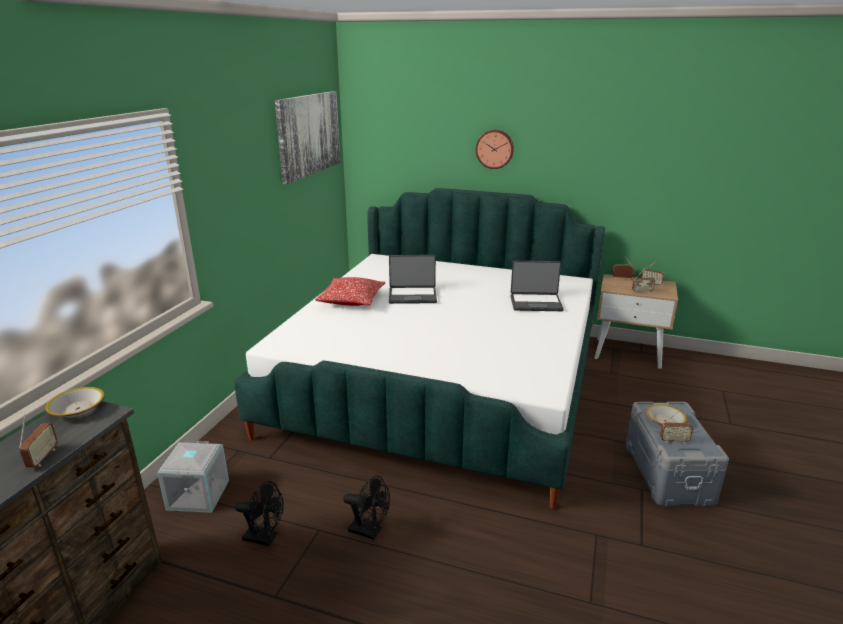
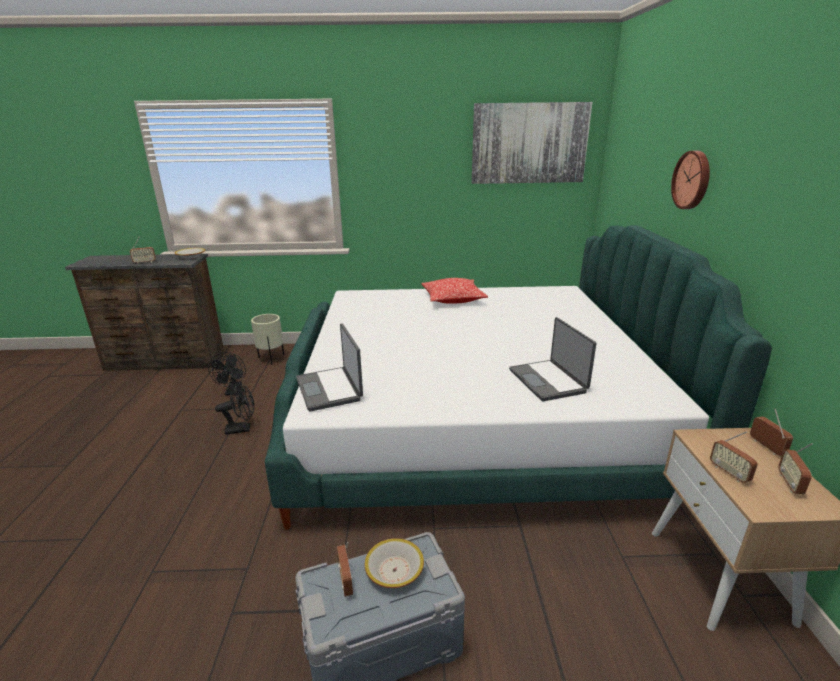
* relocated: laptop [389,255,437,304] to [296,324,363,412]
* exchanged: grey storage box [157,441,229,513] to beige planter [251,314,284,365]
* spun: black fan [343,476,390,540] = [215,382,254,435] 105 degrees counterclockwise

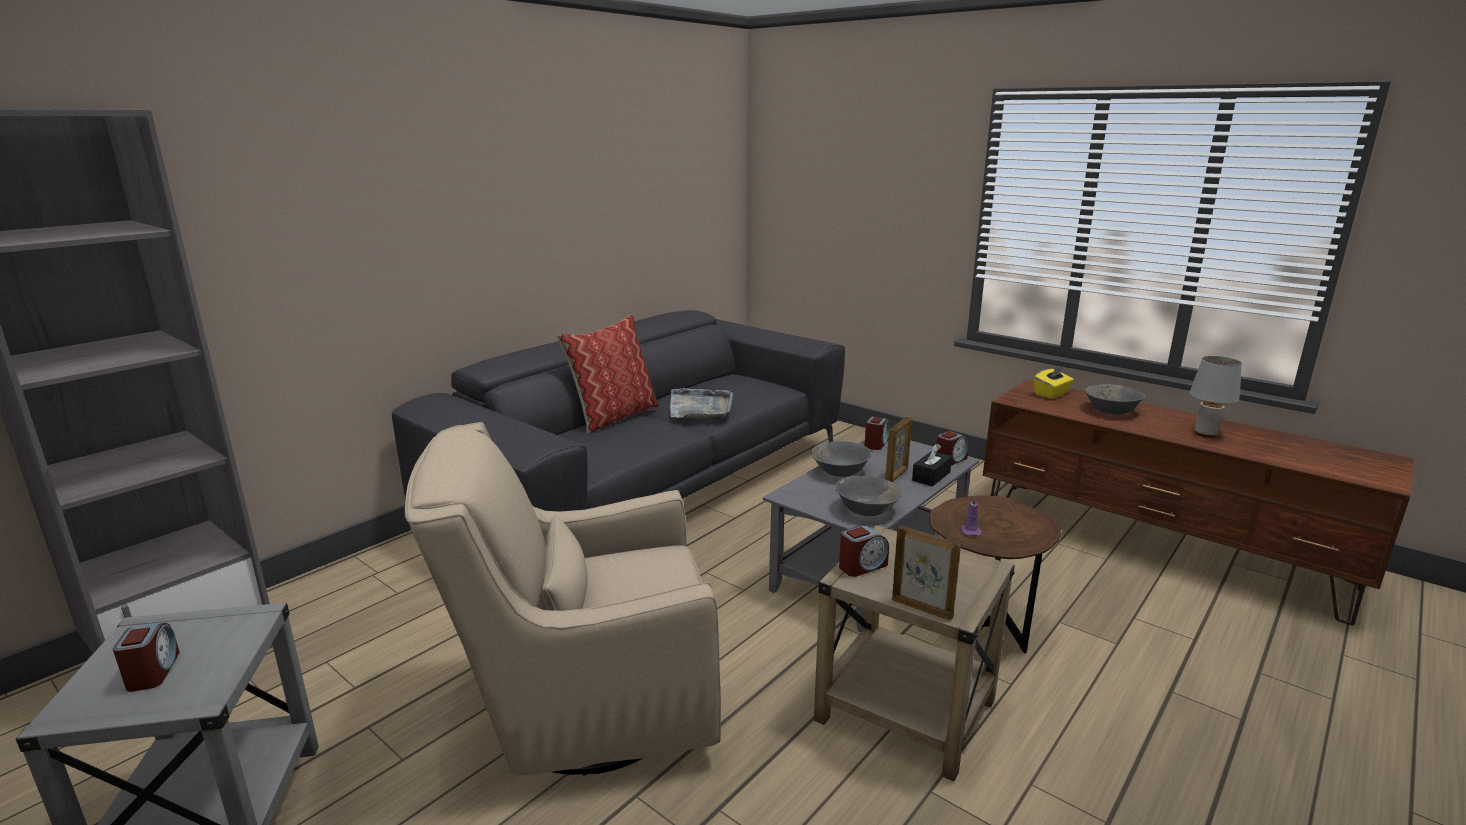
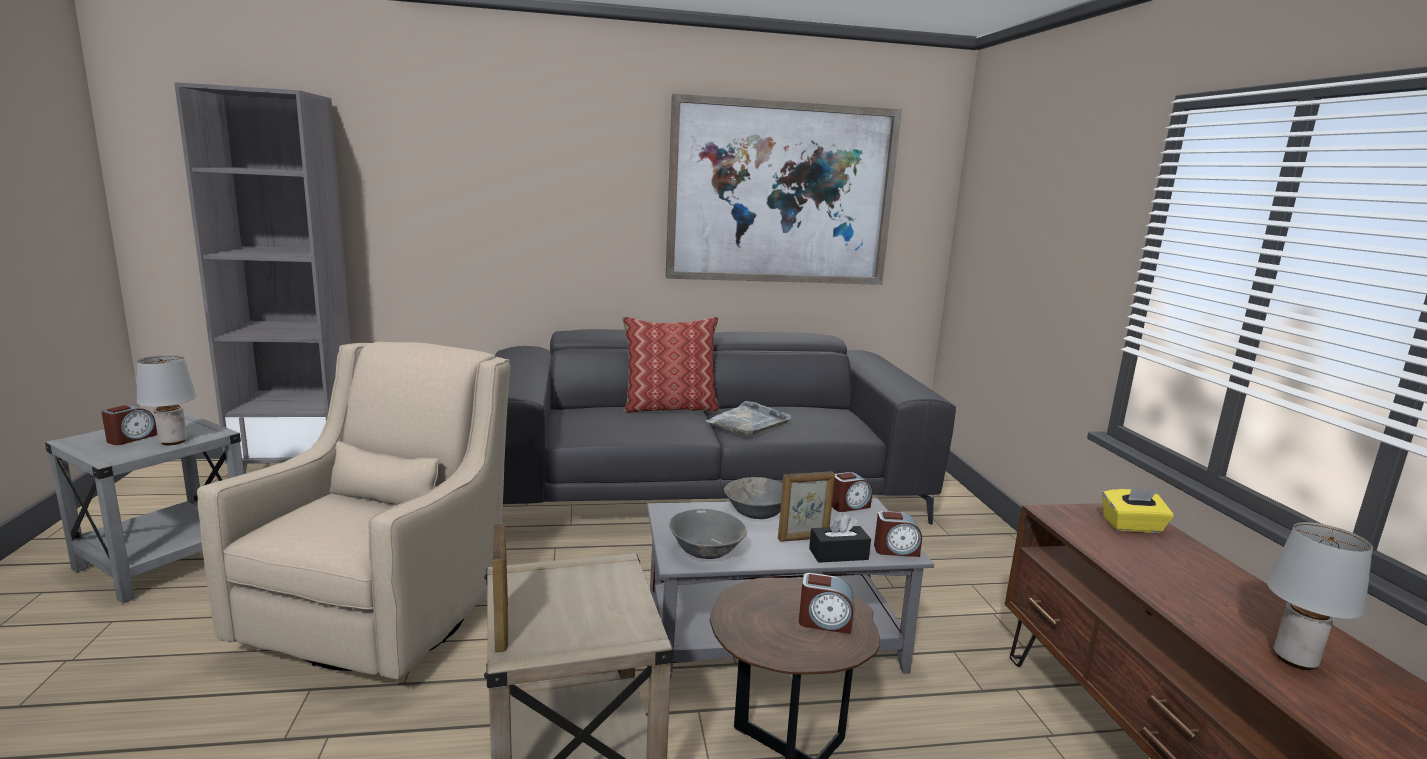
* missing: purple candle [960,496,982,536]
* missing: grey bowl [1085,384,1145,414]
* appeared: grey table lamp [137,355,196,445]
* appeared: picture [666,94,902,285]
* relocated: alarm clock [839,525,889,577] to [799,573,853,634]
* spun: beige armchair [405,422,721,775] = [197,342,510,680] 75 degrees clockwise

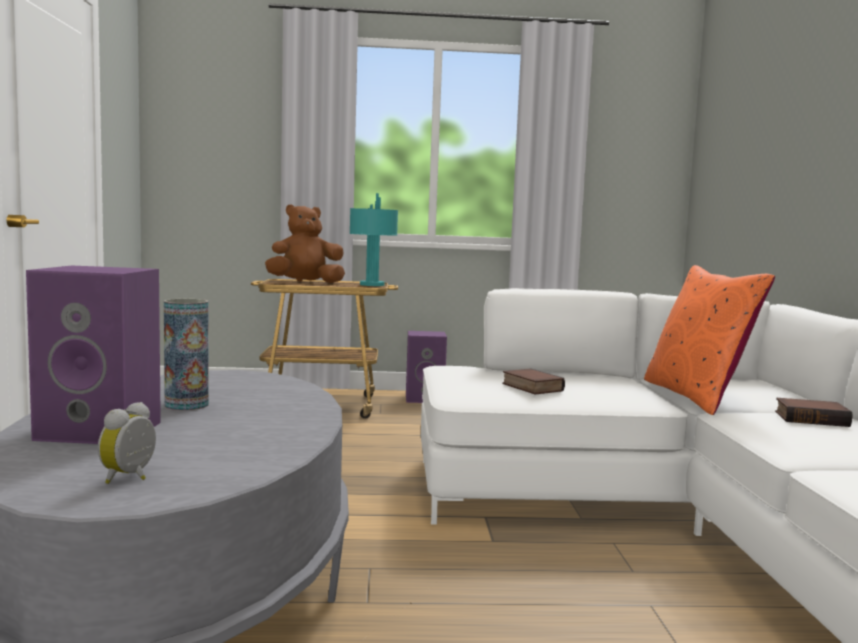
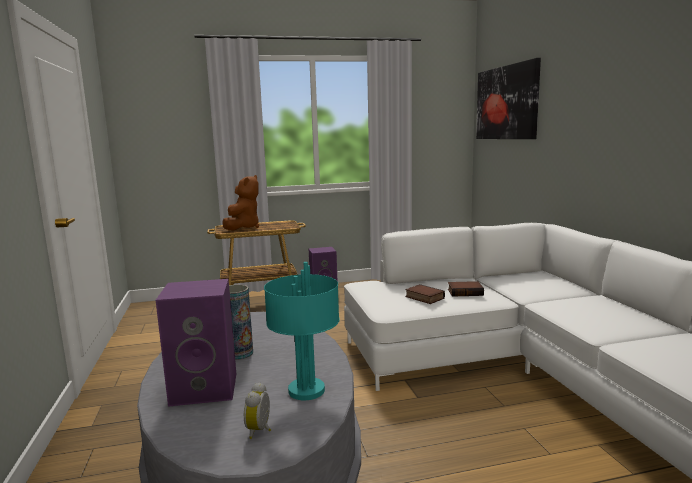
* missing: orange pillow [644,265,775,415]
* appeared: picture [476,58,541,139]
* relocated: turquoise table lamp [349,193,398,286] to [264,262,339,400]
* relocated: book [775,398,852,427] to [448,281,484,297]
* spun: brown plush toy [265,204,345,283] = [222,175,259,231] 135 degrees clockwise

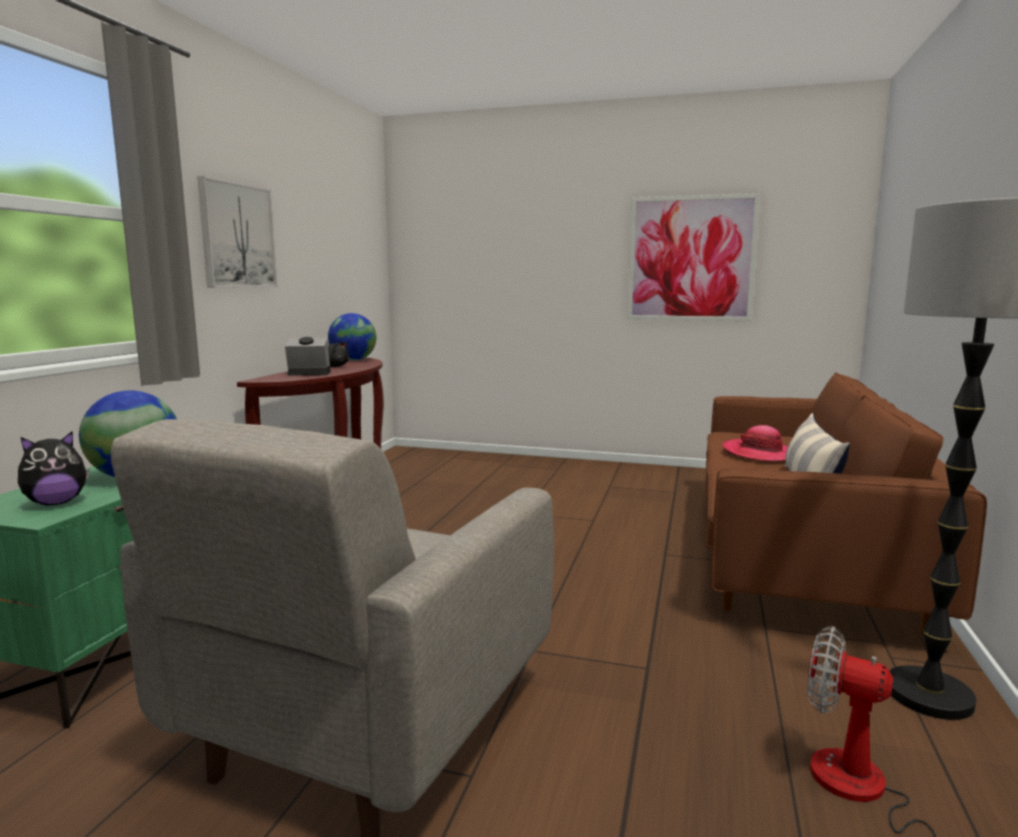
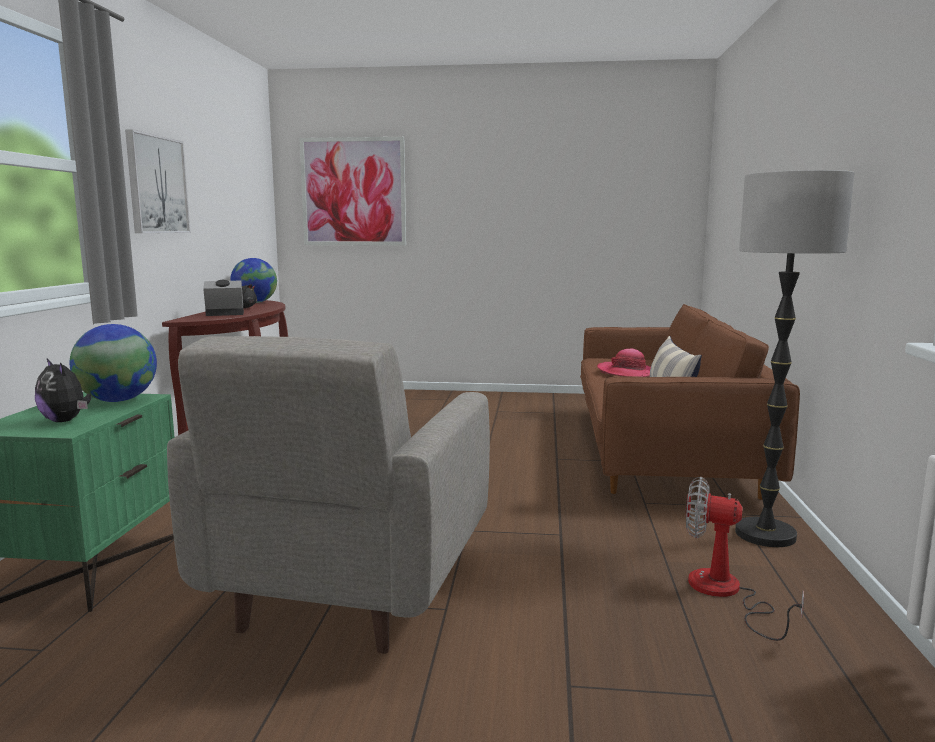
* relocated: picture [627,193,760,321] to [300,137,406,246]
* spun: plush toy [18,431,89,505] = [35,359,91,422] 90 degrees clockwise

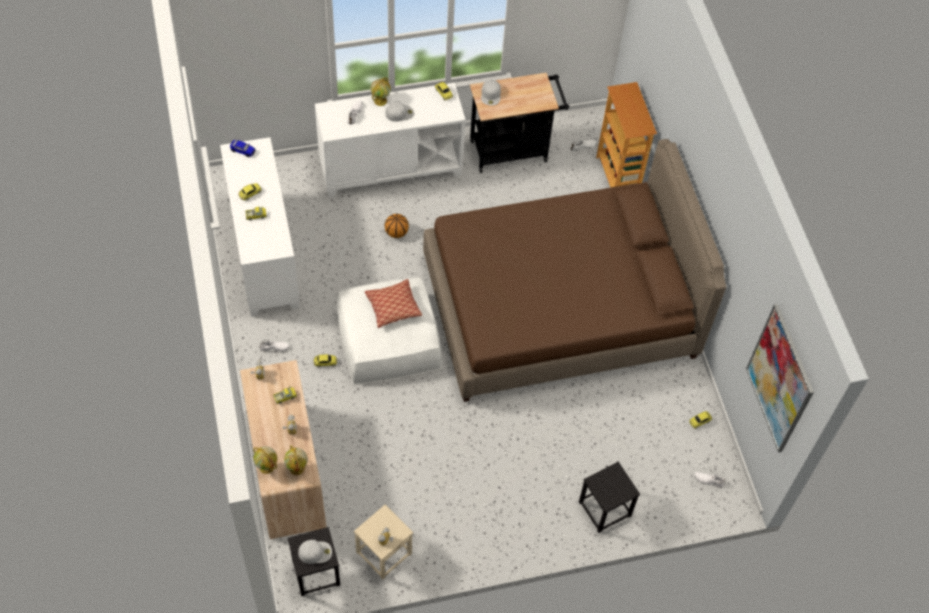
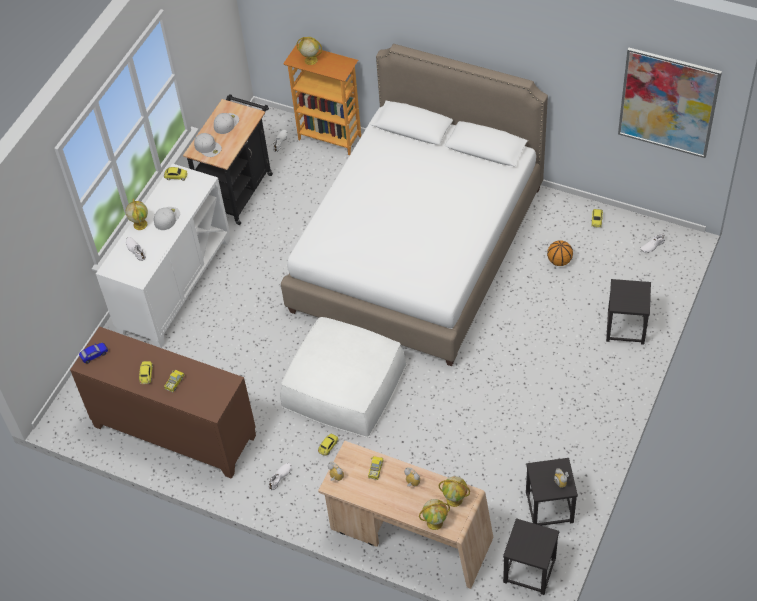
* missing: pillow [365,279,422,328]
* appeared: globe [297,37,322,65]
* relocated: white cap [298,540,332,564] to [214,113,239,134]
* relocated: basketball [384,214,409,238] to [547,240,573,266]
* colour: white cabinet [220,137,300,317] to brown cabinet [70,326,256,479]
* colour: beige stool [354,505,413,580] to black stool [526,458,578,526]
* colour: brown bed [423,139,726,402] to white bed [281,44,548,366]

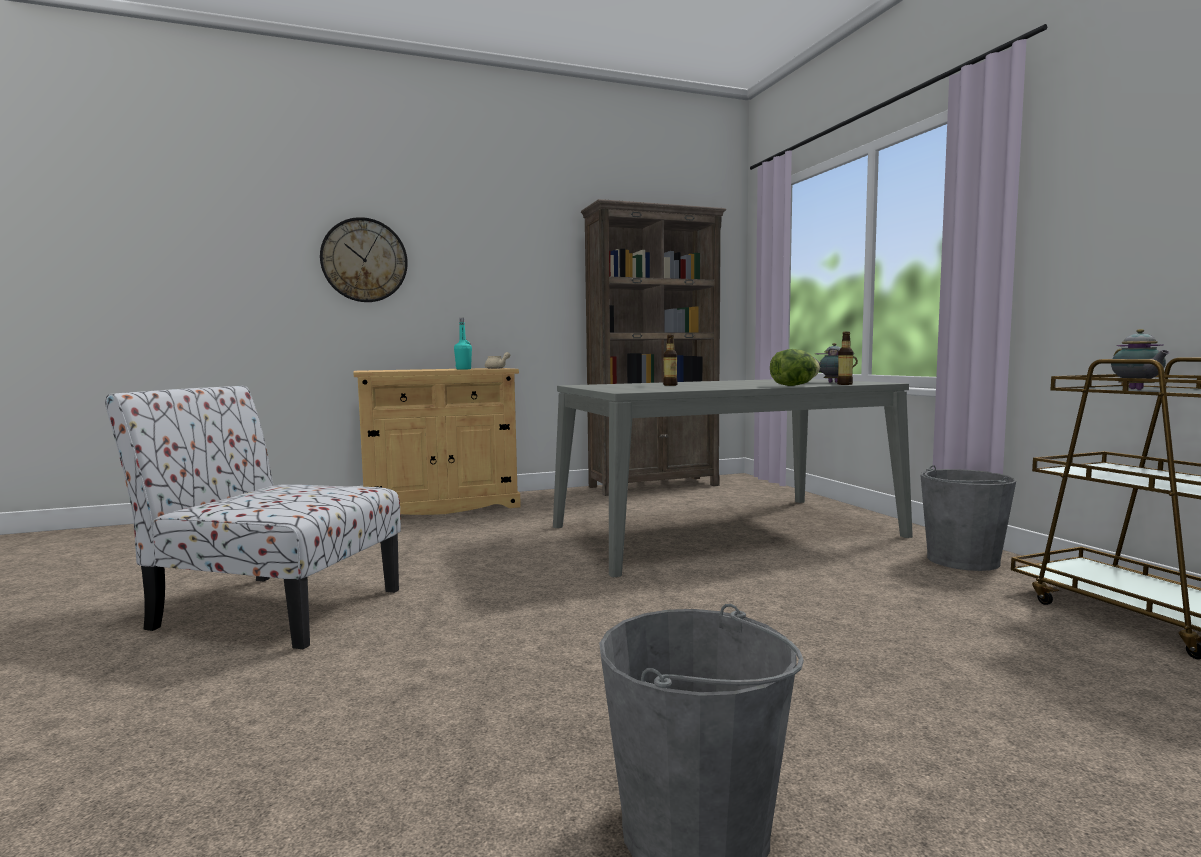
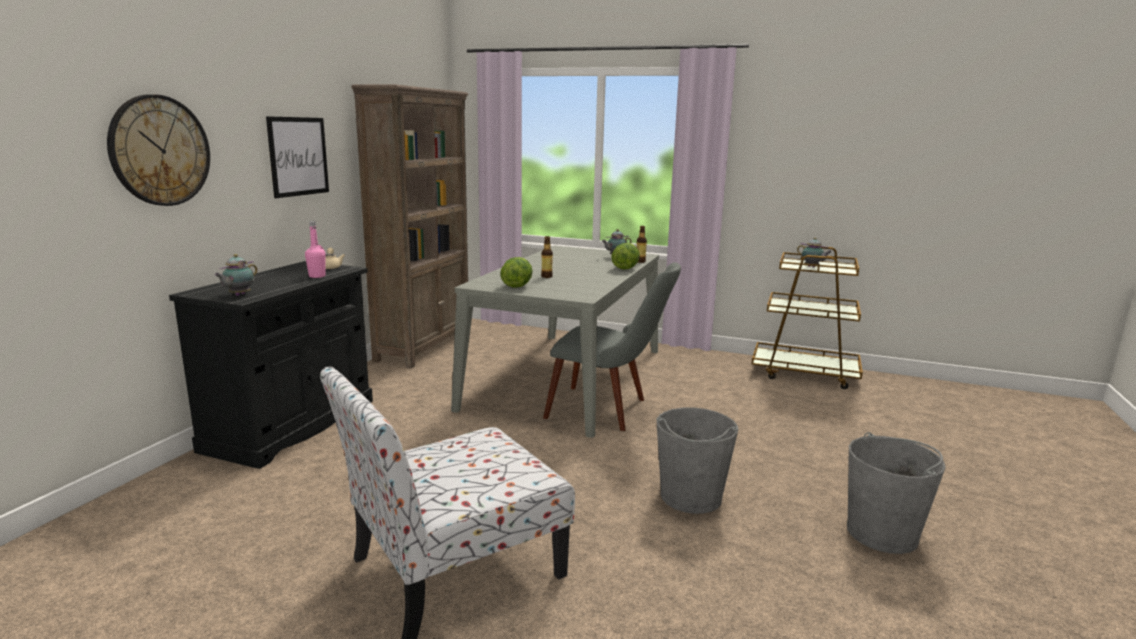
* appeared: teapot [214,254,257,296]
* appeared: picture [266,116,329,198]
* appeared: lettuce [500,257,533,288]
* appeared: grey chair [543,262,681,431]
* relocated: grey bucket [920,465,1016,571] to [656,407,738,514]
* colour: beige cabinet [353,368,521,515] to black cabinet [169,261,373,469]
* colour: turquoise bottle [454,318,472,370] to pink bottle [305,221,326,278]

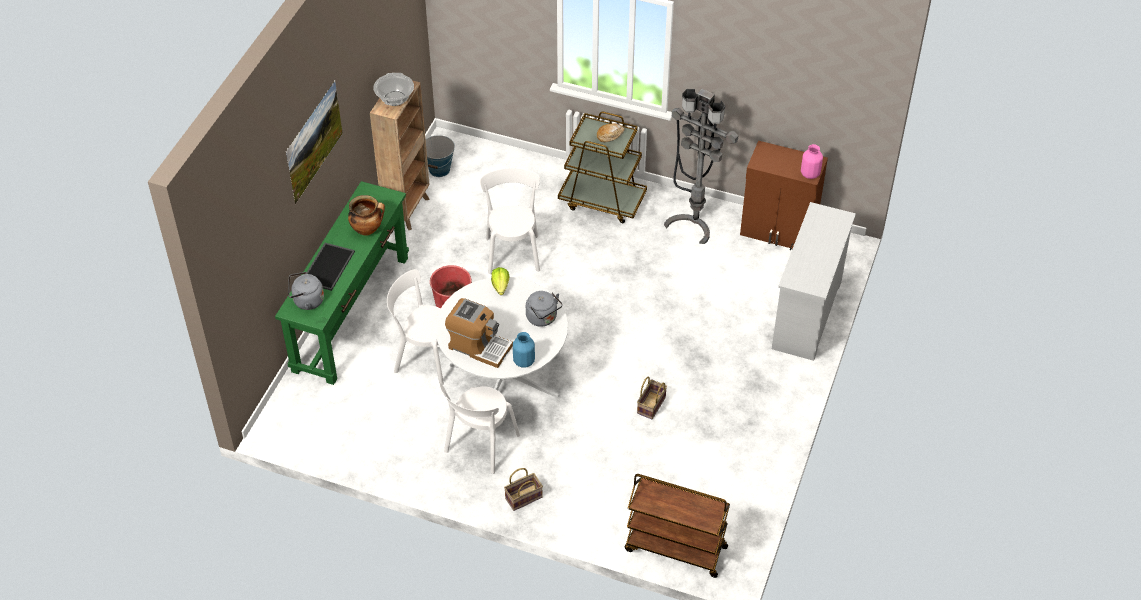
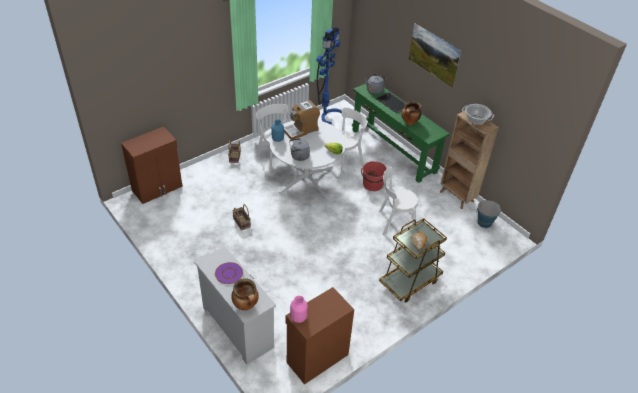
* missing: grey floor lamp [664,89,738,244]
* appeared: purple plate [215,262,243,284]
* appeared: cooking pot [231,278,259,310]
* appeared: blue floor lamp [317,27,342,124]
* exchanged: brown cart [625,474,730,578] to brown cabinet [121,127,183,204]
* spun: white chair [480,168,540,274] = [379,167,418,235] 150 degrees clockwise

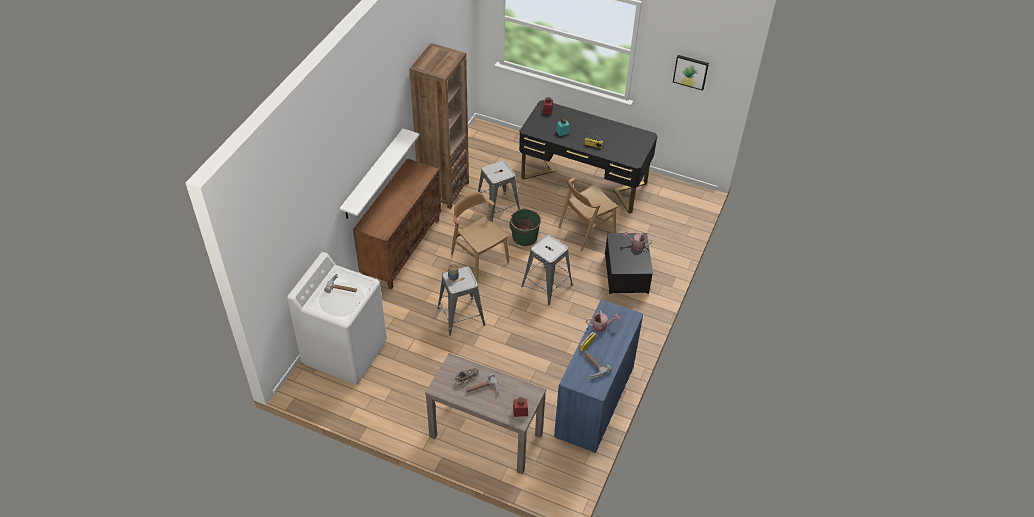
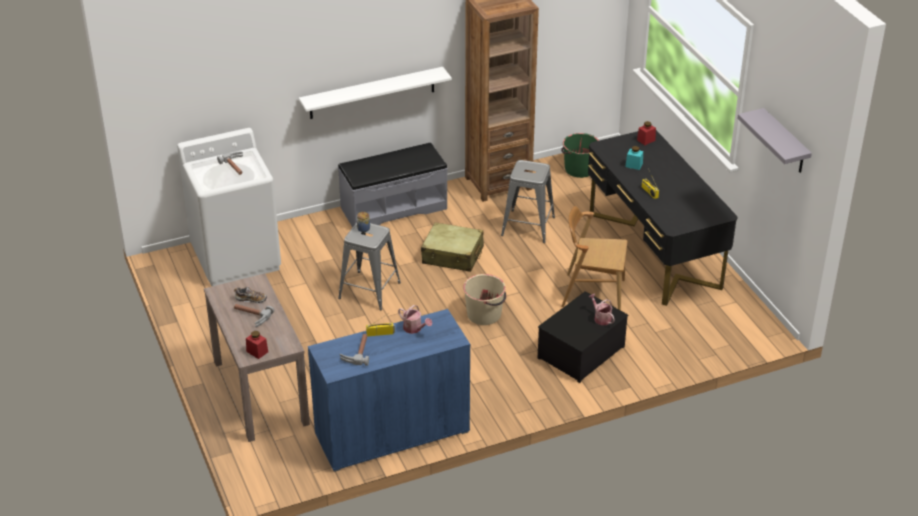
* relocated: green bucket [509,208,541,246] to [561,133,599,178]
* exchanged: brown cabinet [353,158,442,289] to grey bench [338,143,448,228]
* exchanged: brown chair [451,192,509,281] to beige suitcase [421,222,484,272]
* exchanged: grey stool [521,235,573,305] to beige bucket [463,274,506,325]
* exchanged: picture [673,55,709,91] to grey shelf [737,108,812,173]

